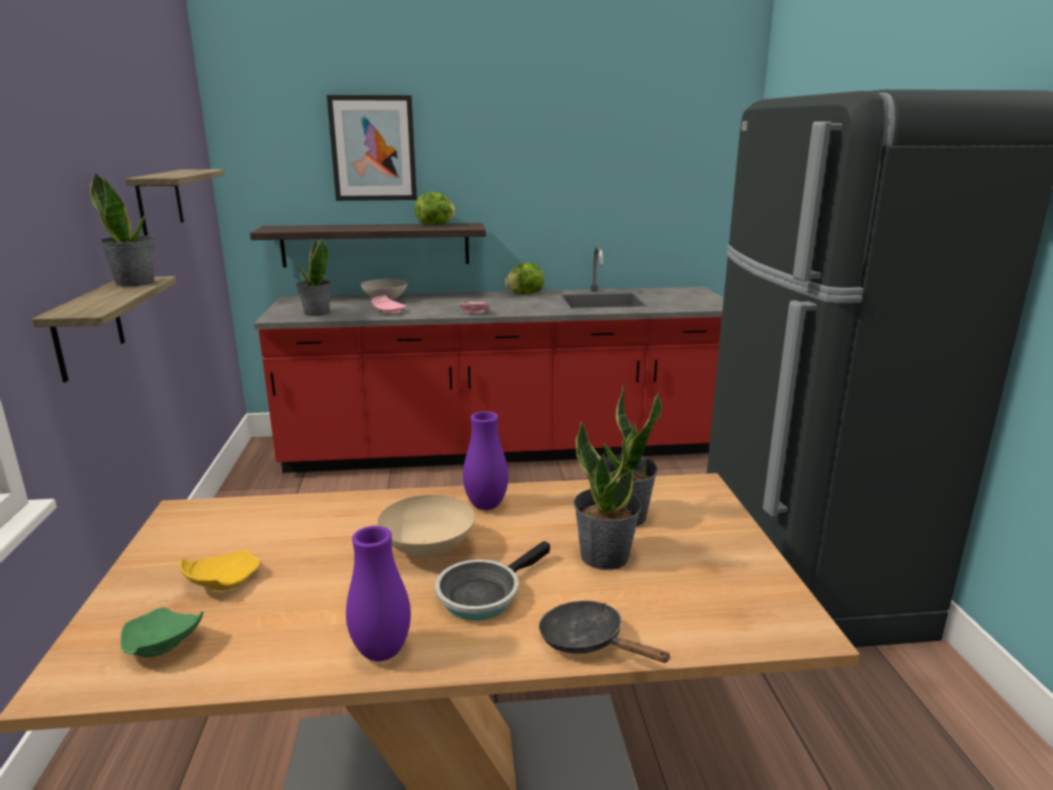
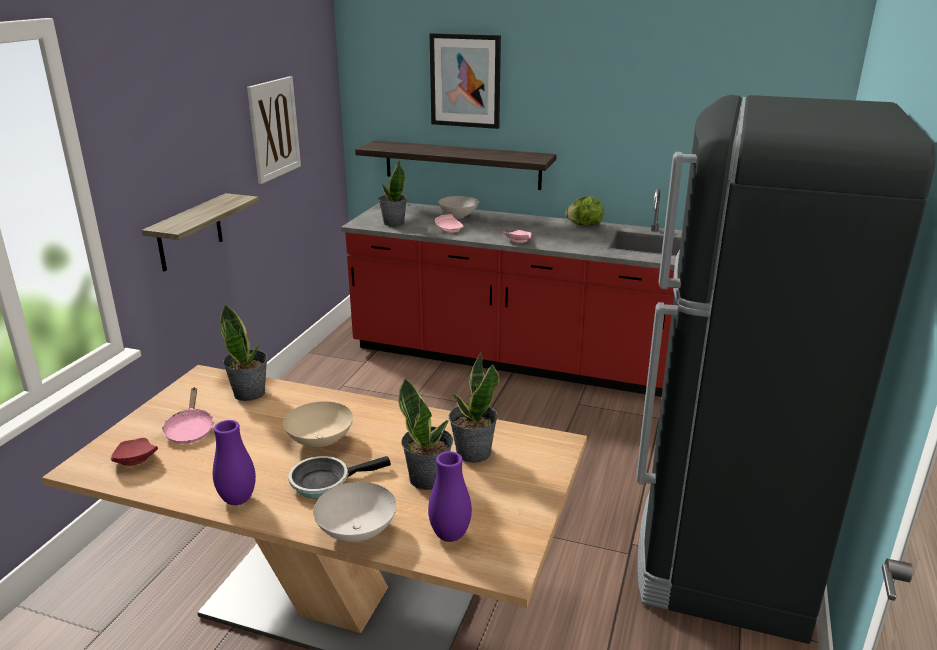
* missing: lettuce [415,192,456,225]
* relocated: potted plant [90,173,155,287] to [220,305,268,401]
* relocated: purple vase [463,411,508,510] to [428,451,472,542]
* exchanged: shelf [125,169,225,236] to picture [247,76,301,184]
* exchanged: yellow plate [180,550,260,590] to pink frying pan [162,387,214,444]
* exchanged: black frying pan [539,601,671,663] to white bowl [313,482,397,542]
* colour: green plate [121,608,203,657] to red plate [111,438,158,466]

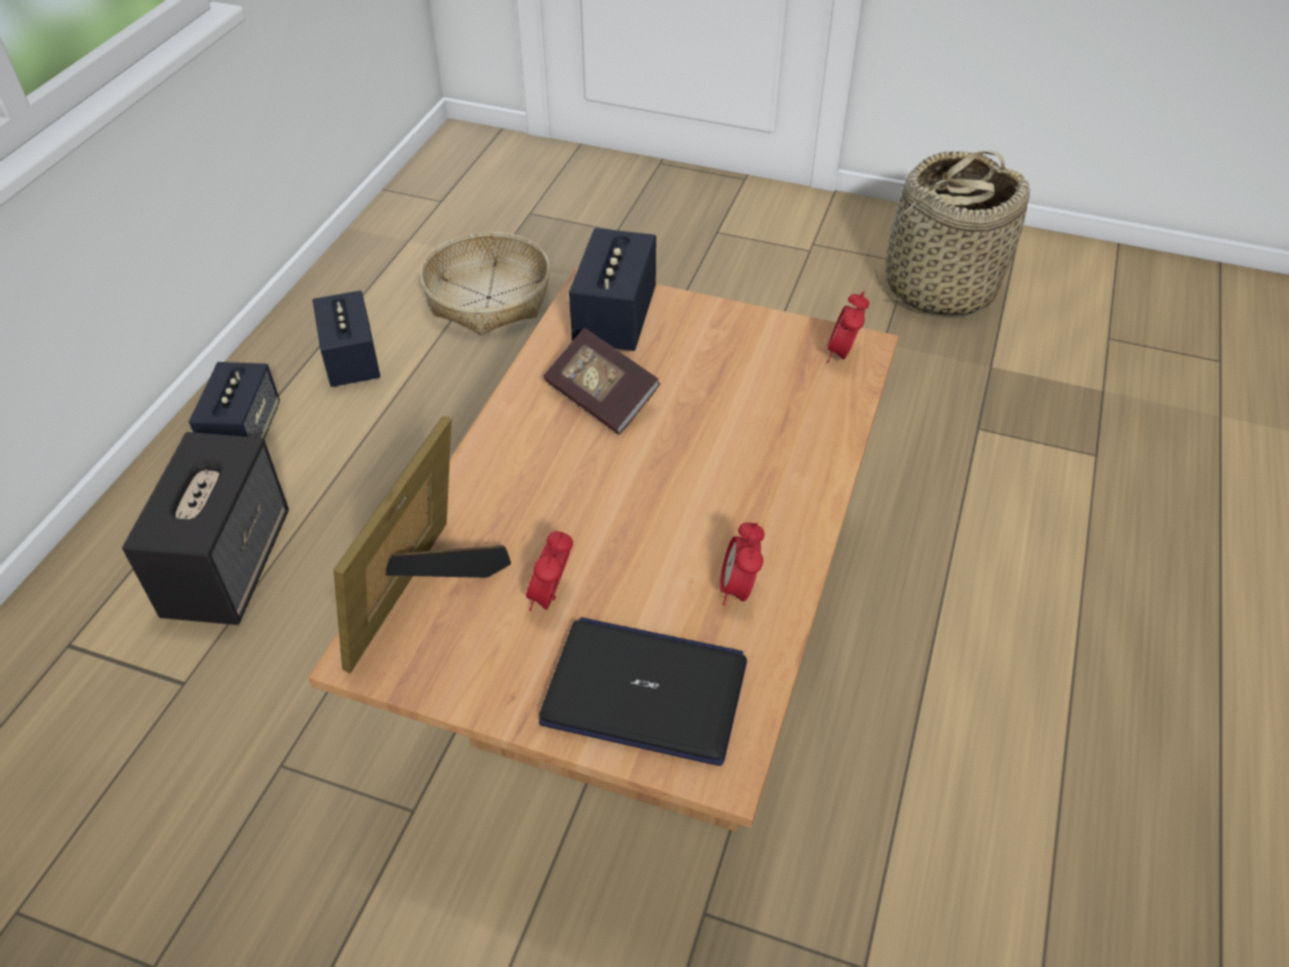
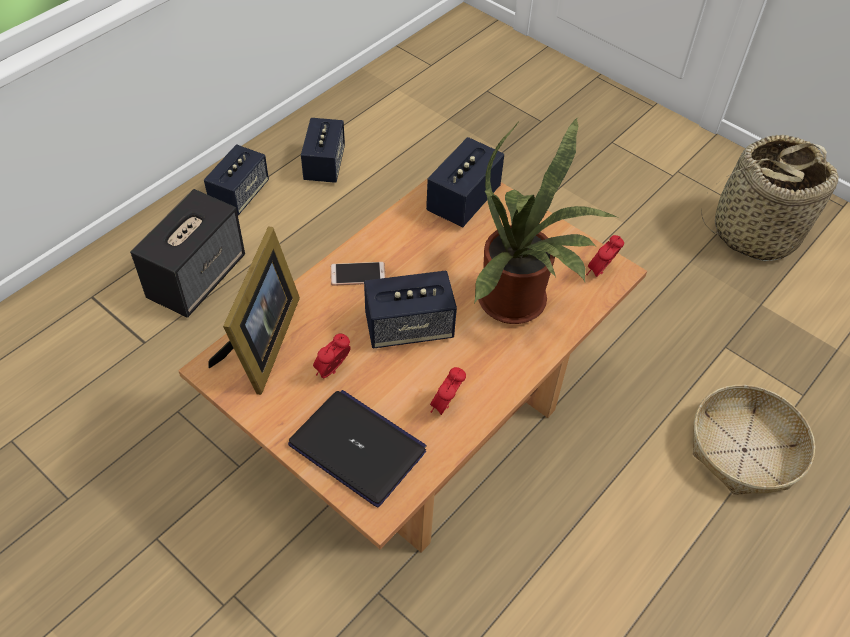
* missing: book [544,328,660,435]
* appeared: phone [331,262,386,286]
* appeared: speaker [364,271,457,349]
* appeared: potted plant [474,118,618,324]
* relocated: basket [420,232,550,335] to [693,385,815,495]
* spun: picture frame [334,416,511,673] = [208,227,300,395] 150 degrees clockwise

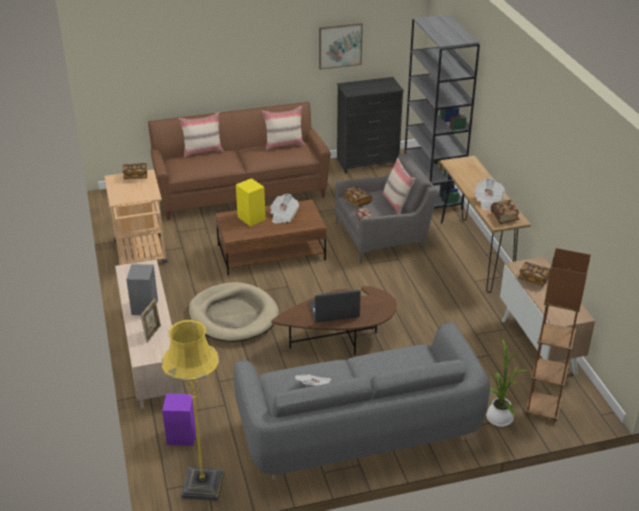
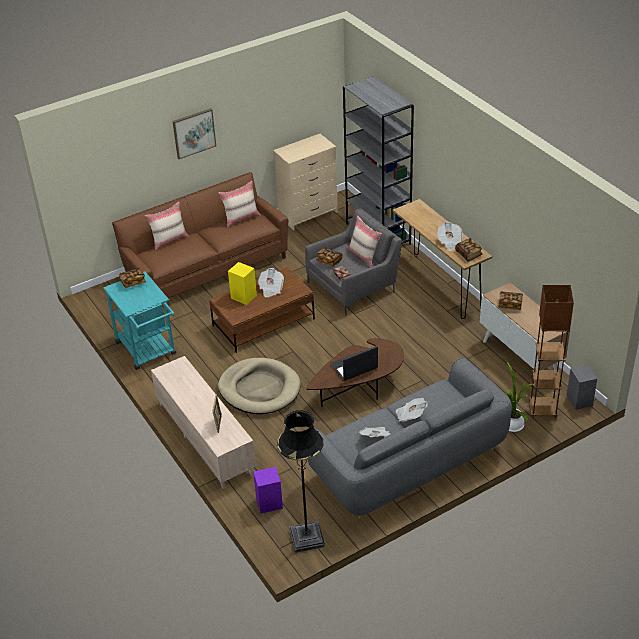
* appeared: newspaper [396,398,428,422]
* relocated: grey speaker [126,264,158,315] to [567,365,597,410]
* relocated: picture [319,23,363,70] to [172,108,216,159]
* colour: beige cart [104,169,168,265] to turquoise cart [103,271,176,370]
* colour: yellow floor lamp [162,319,224,501] to black floor lamp [277,410,325,553]
* colour: black dresser [337,77,404,174] to beige dresser [273,134,338,230]

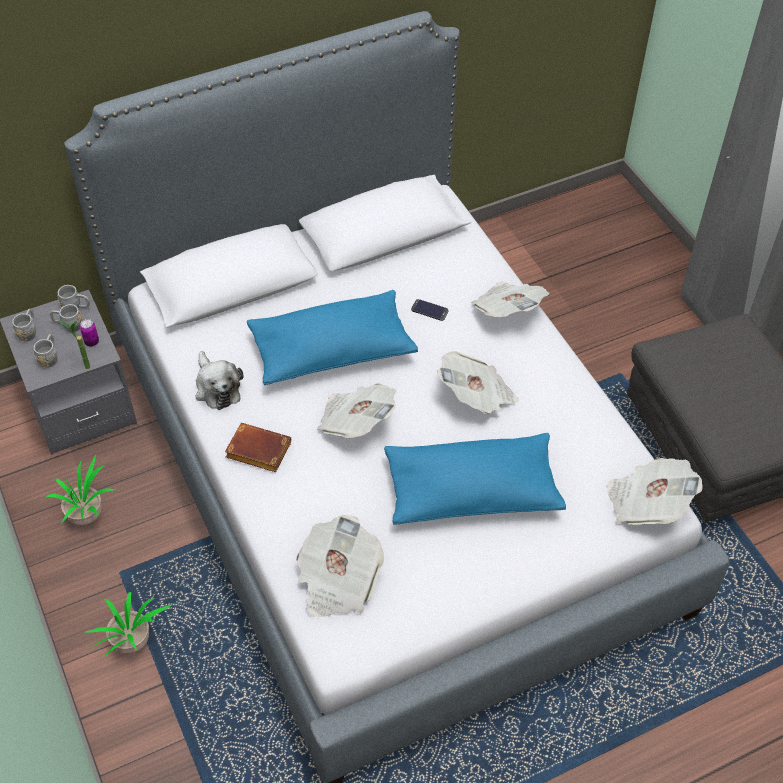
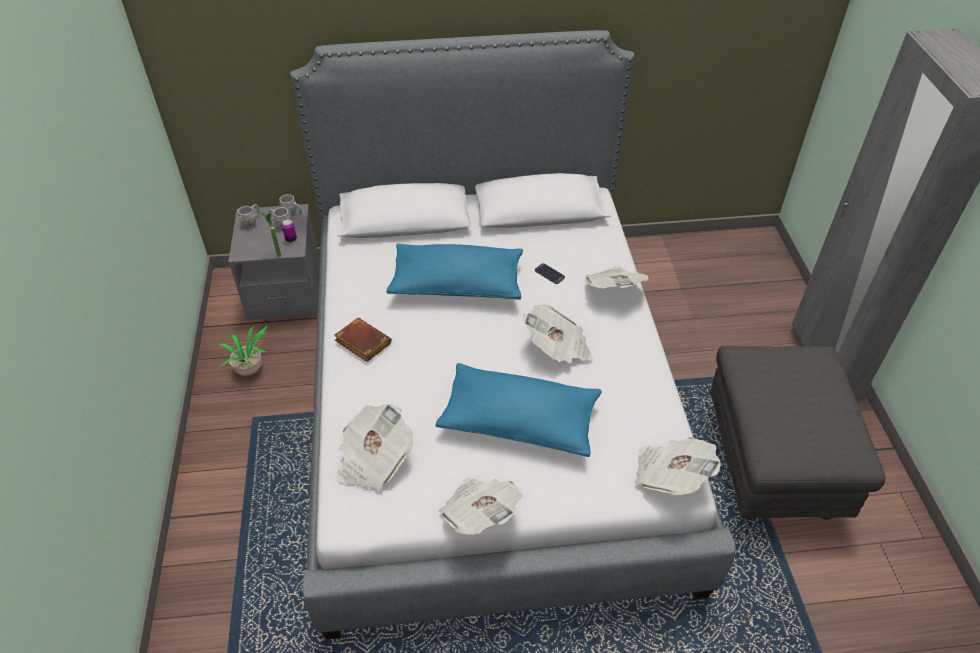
* missing: grey mug [34,334,57,368]
* missing: potted plant [85,592,173,657]
* missing: plush toy [195,351,244,410]
* relocated: newspaper [317,384,396,438] to [439,478,523,535]

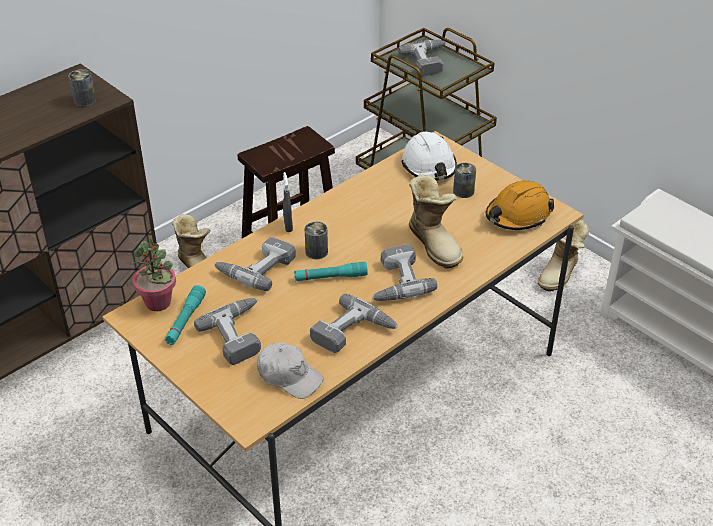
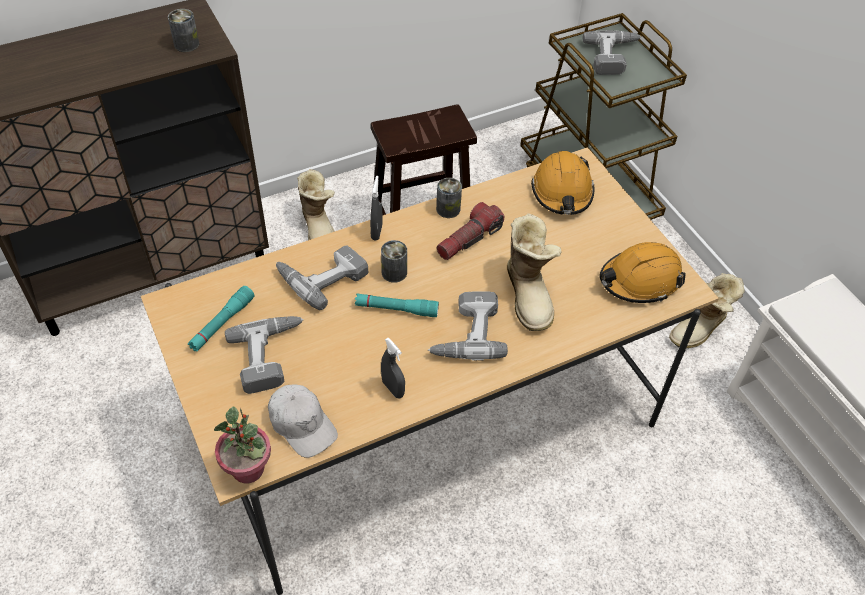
* appeared: flashlight [436,202,504,260]
* relocated: potted plant [132,238,176,311] to [214,406,271,483]
* relocated: can [453,163,476,198] to [436,178,462,218]
* exchanged: power drill [310,294,398,353] to grey spray bottle [381,338,405,398]
* colour: white hard hat [402,132,457,181] to orange hard hat [531,151,594,215]

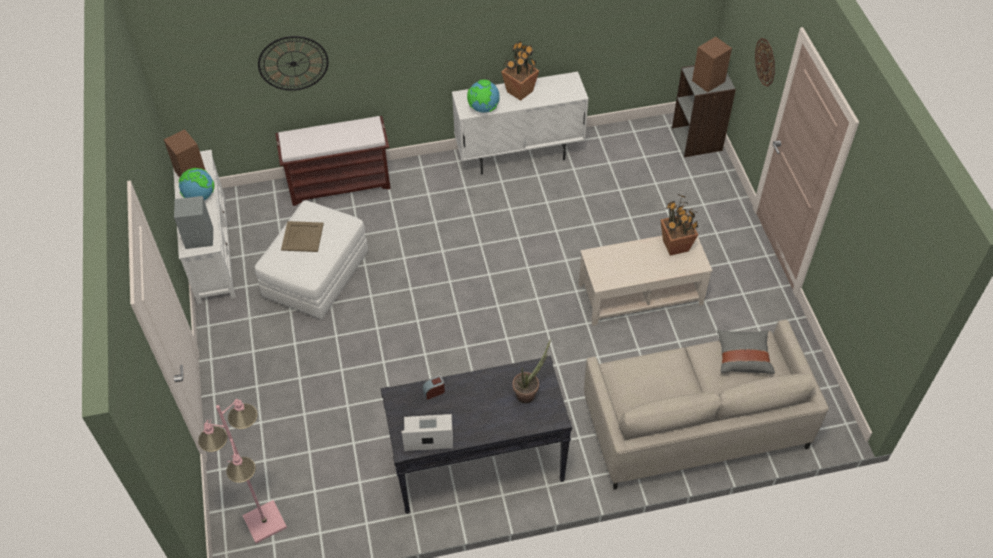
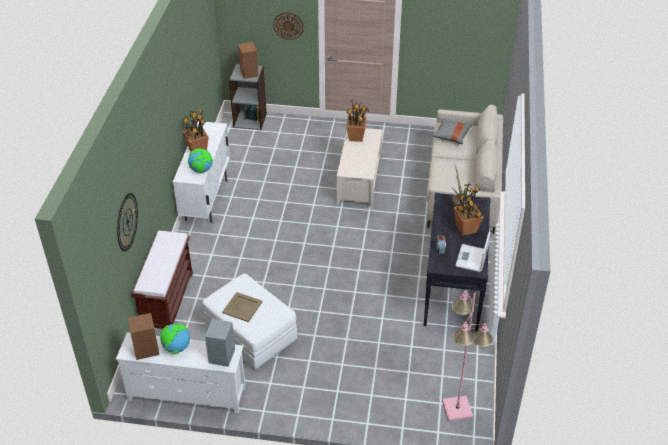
* appeared: potted plant [454,184,483,236]

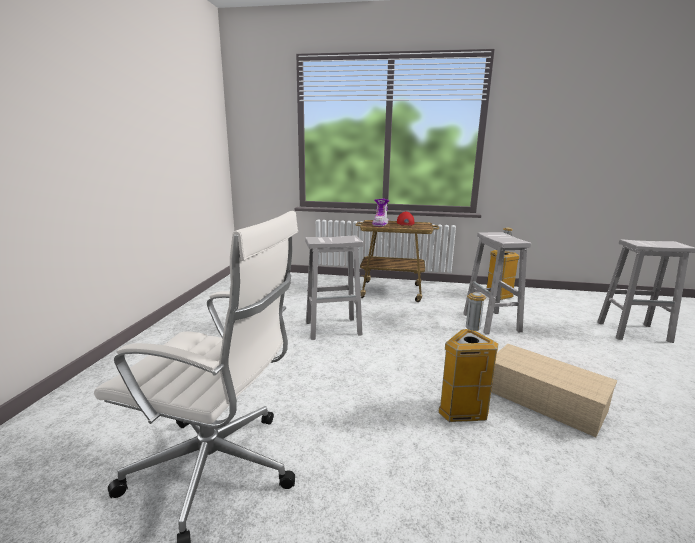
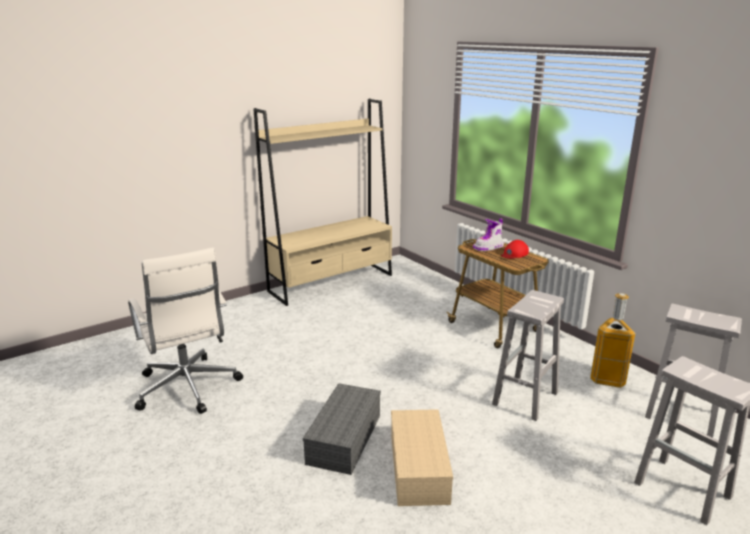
* appeared: beige bookcase [253,99,392,306]
* relocated: white stool [305,235,363,340] to [645,304,742,438]
* exchanged: trash can [438,293,498,422] to grey storage box [303,383,381,475]

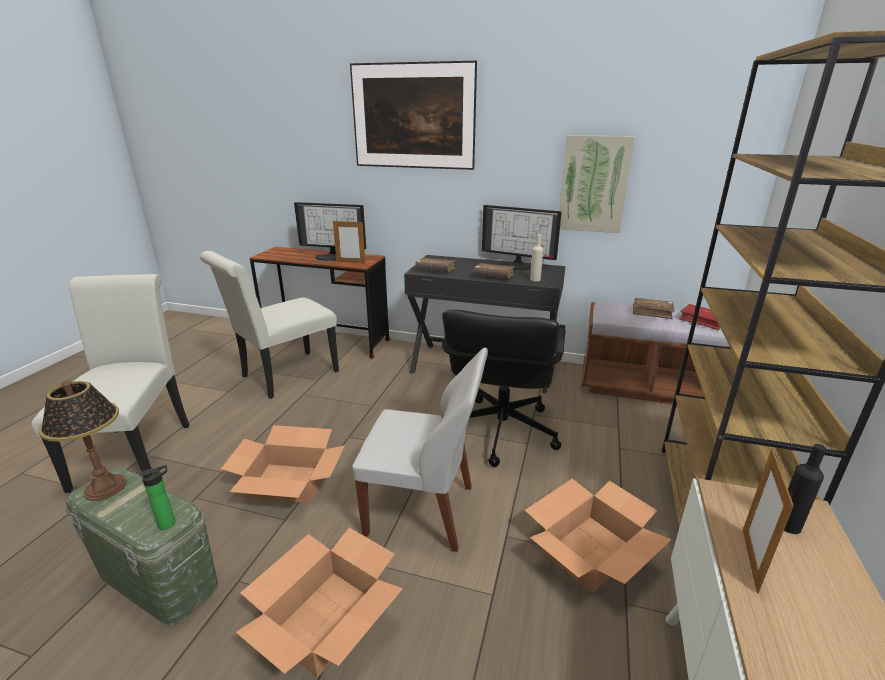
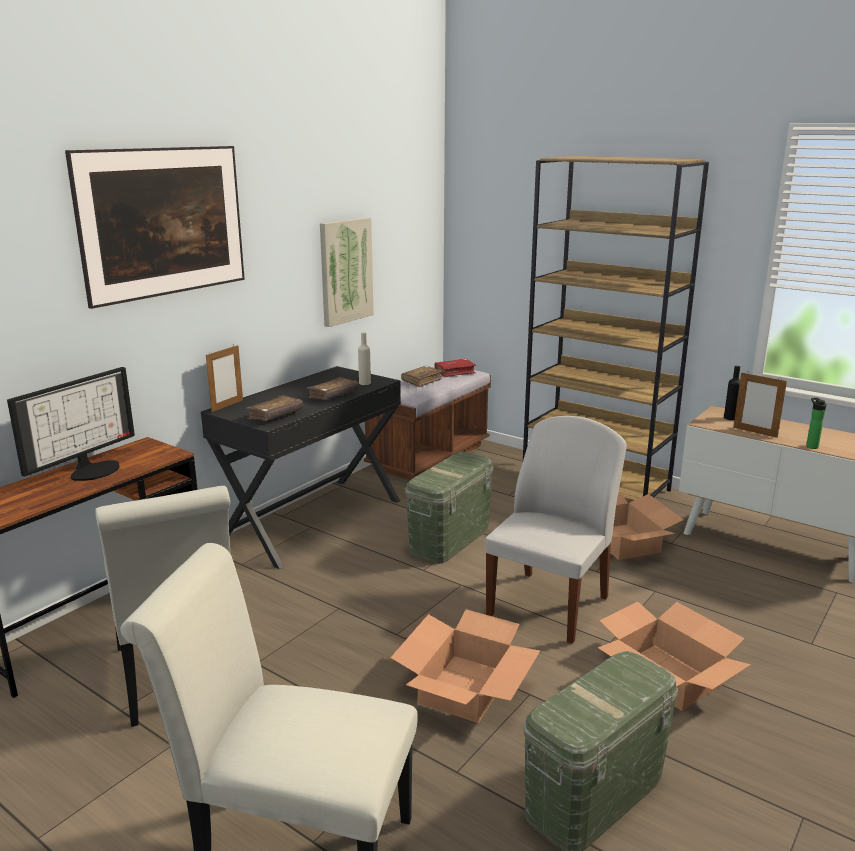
* missing: table lamp [38,380,126,501]
* missing: monitor [482,205,562,270]
* relocated: bottle [140,465,176,530] to [806,398,826,449]
* relocated: picture frame [333,221,365,264] to [206,345,243,412]
* exchanged: black office chair [442,310,566,467] to green storage box [405,452,494,564]

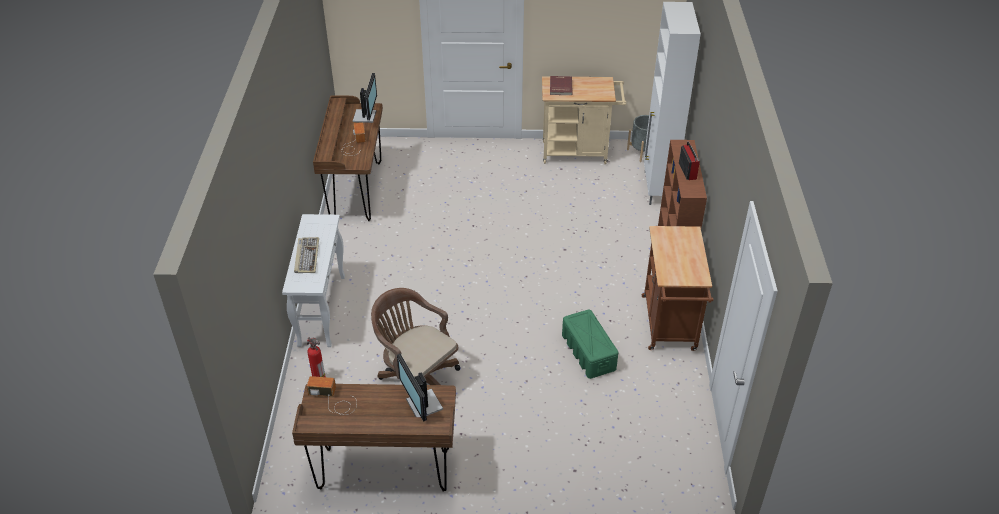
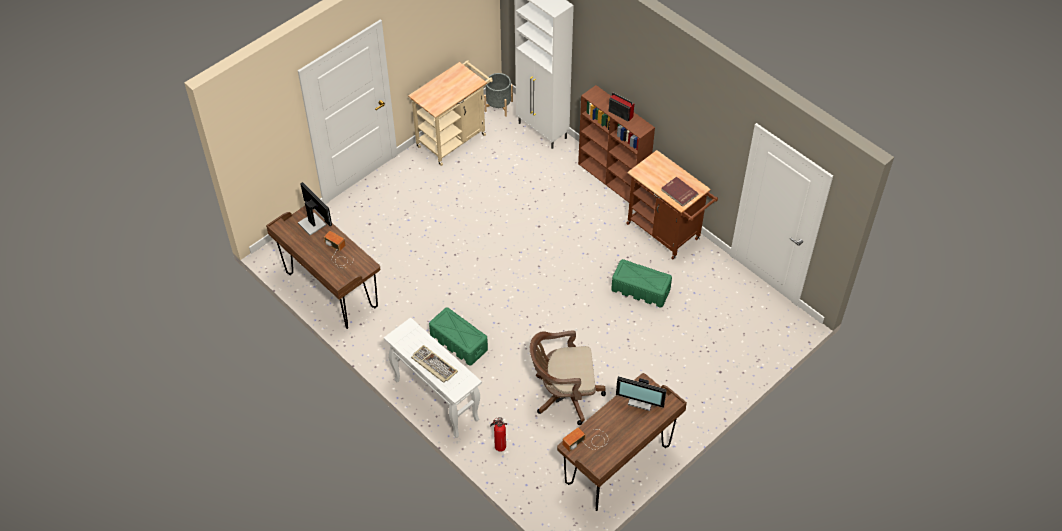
* appeared: green storage box [429,307,488,366]
* relocated: red book [550,76,573,95] to [661,177,698,207]

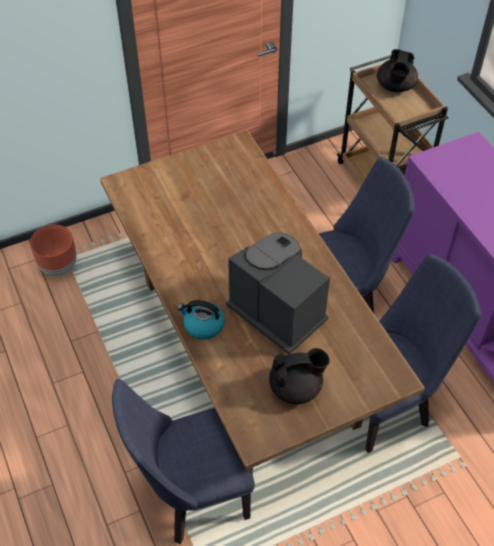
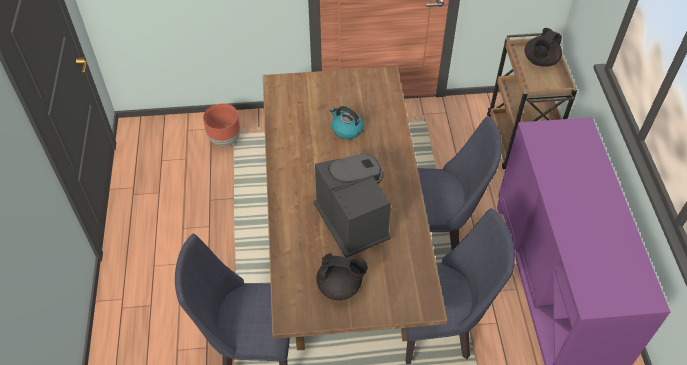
* relocated: kettle [177,300,225,340] to [330,106,364,139]

